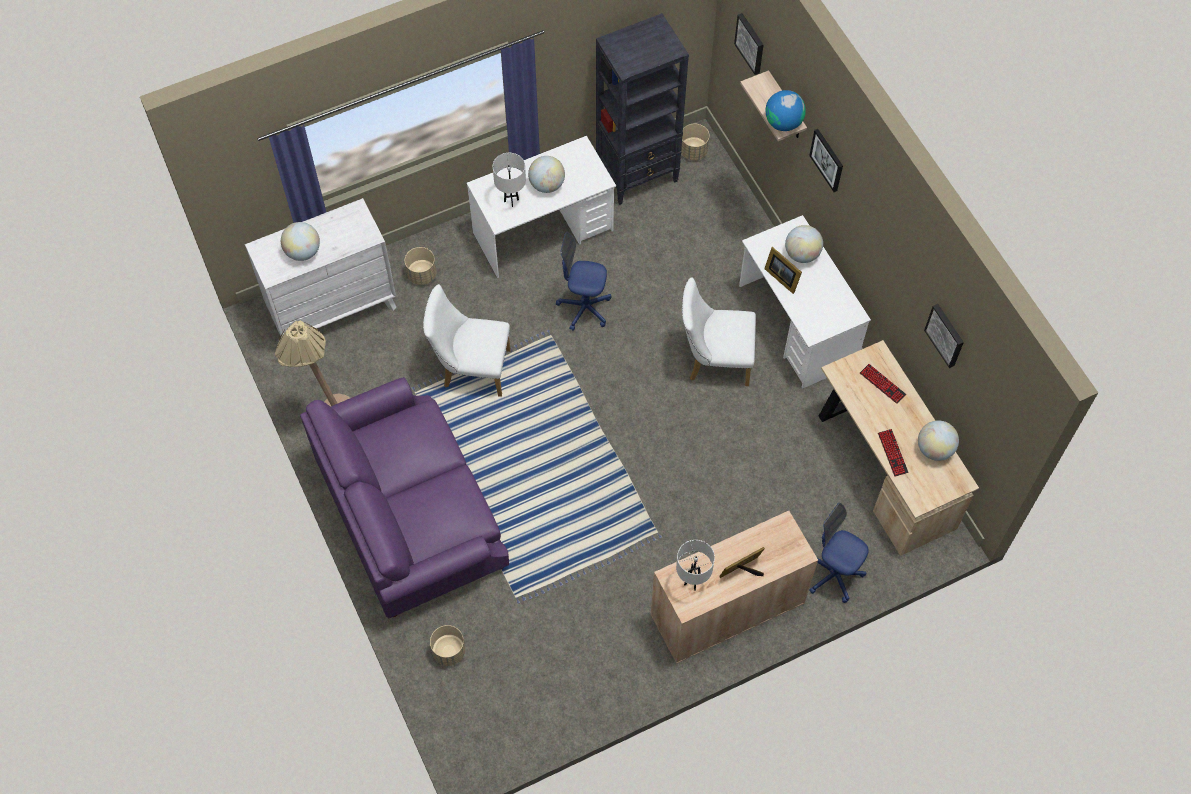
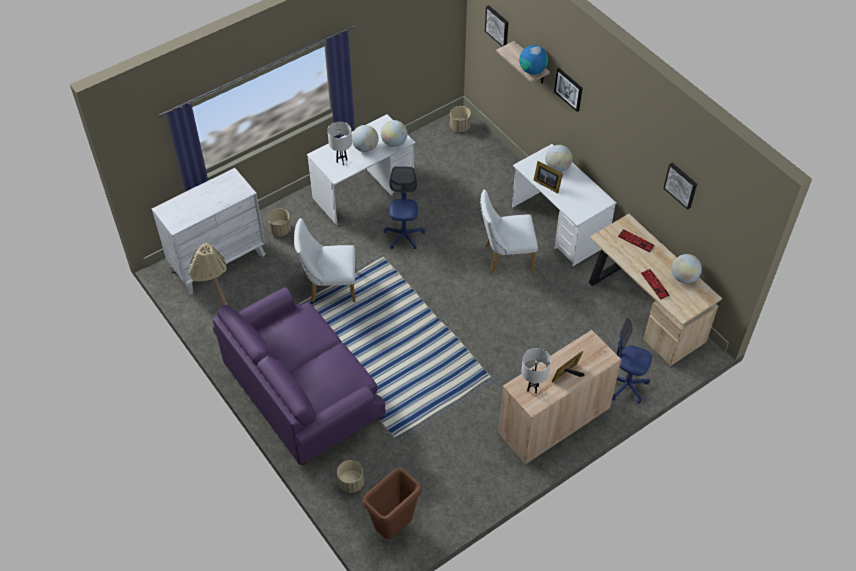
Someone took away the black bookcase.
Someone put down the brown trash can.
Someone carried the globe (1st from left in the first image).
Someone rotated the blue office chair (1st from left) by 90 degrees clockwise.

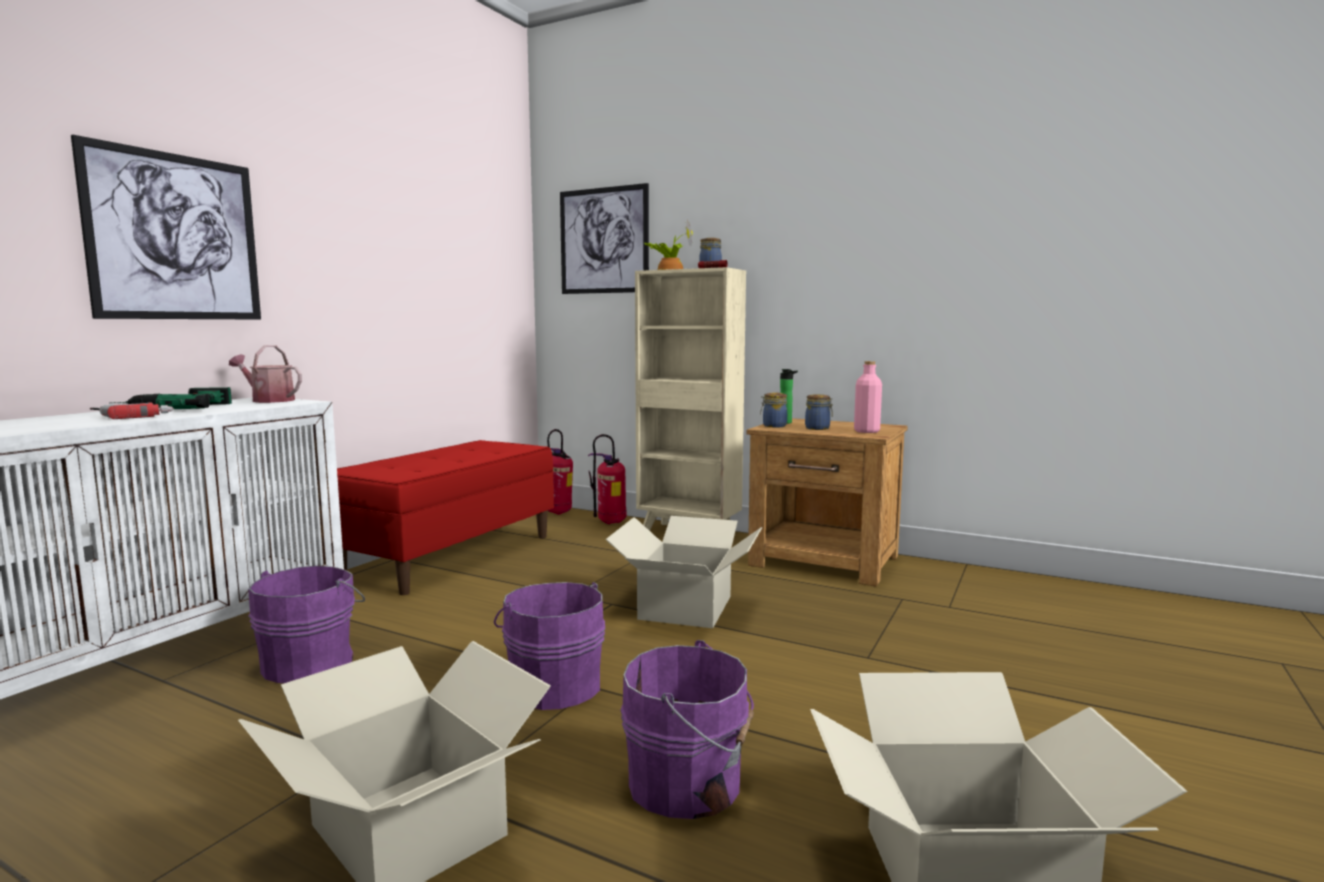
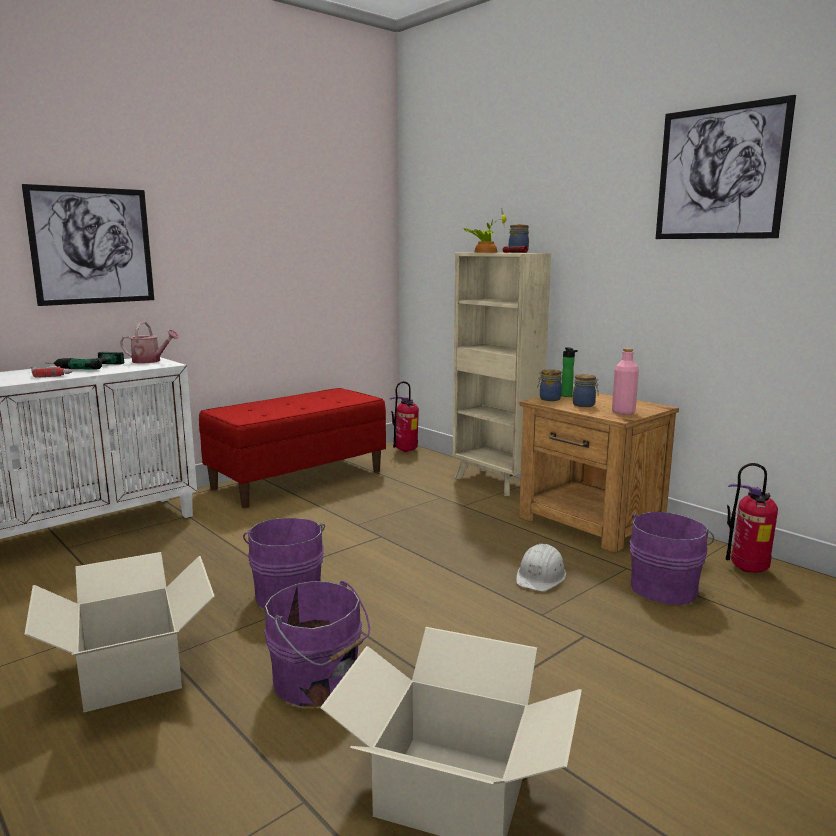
Someone took away the cardboard box (2nd from left).
Someone put down the white hard hat.
Someone carried the purple bucket (1st from left in the first image).
Someone carried the picture (2nd from left).
Someone carried the fire extinguisher (2nd from left).
Someone rotated the watering can by 150 degrees clockwise.

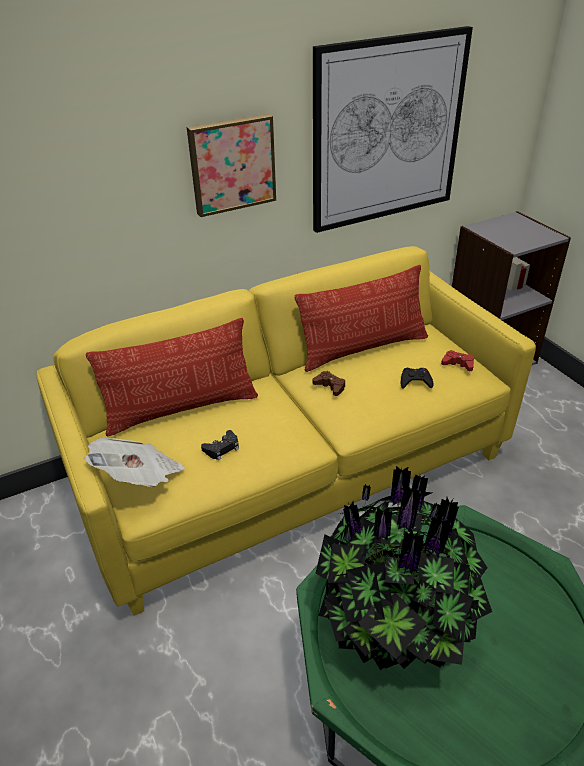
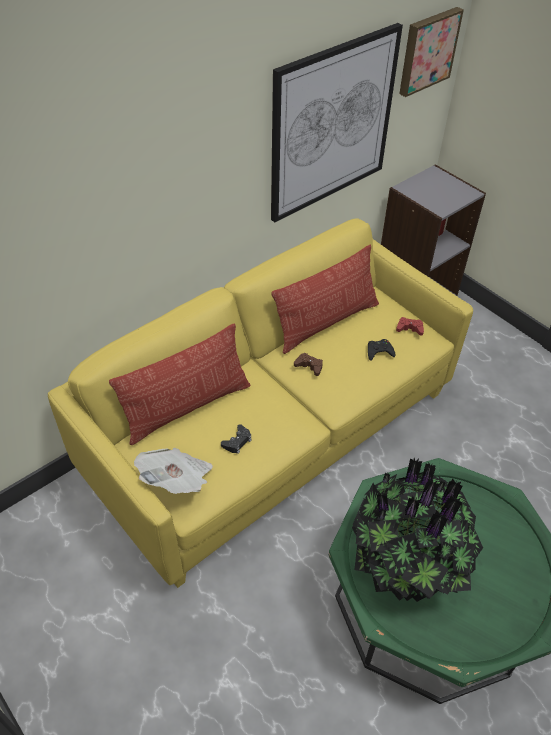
Someone carried the picture (1st from left in the first image).

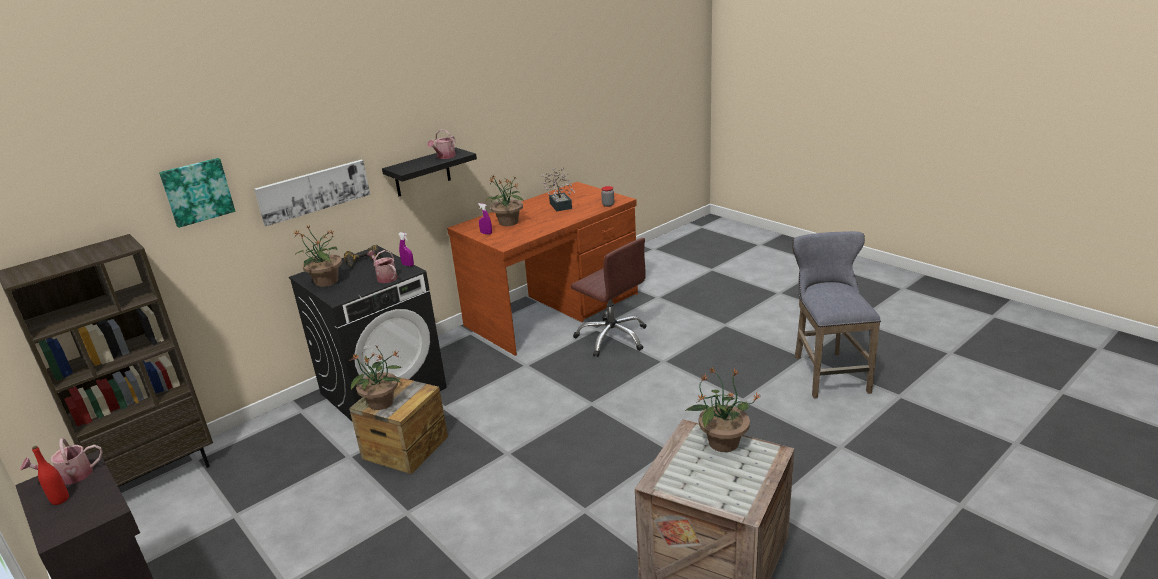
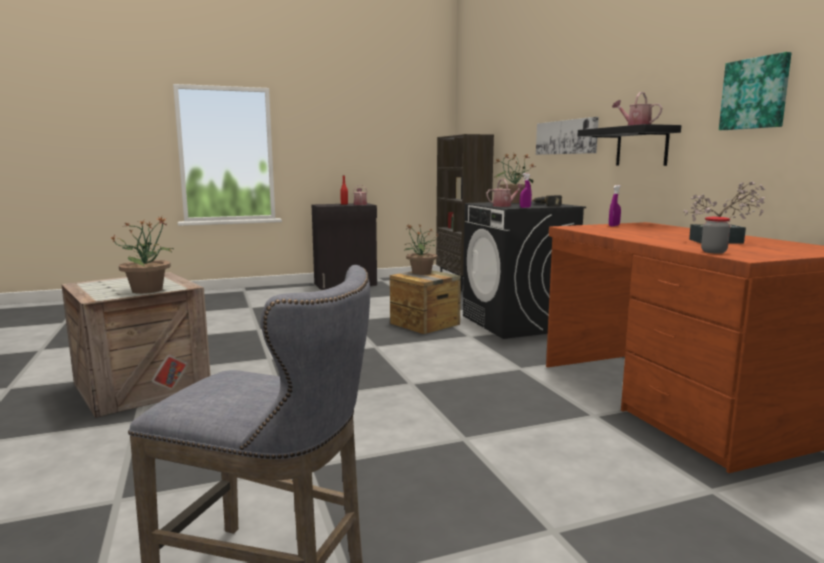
Someone took away the potted plant (3rd from left).
Someone took away the brown office chair.
Someone carried the picture (1st from left in the first image).

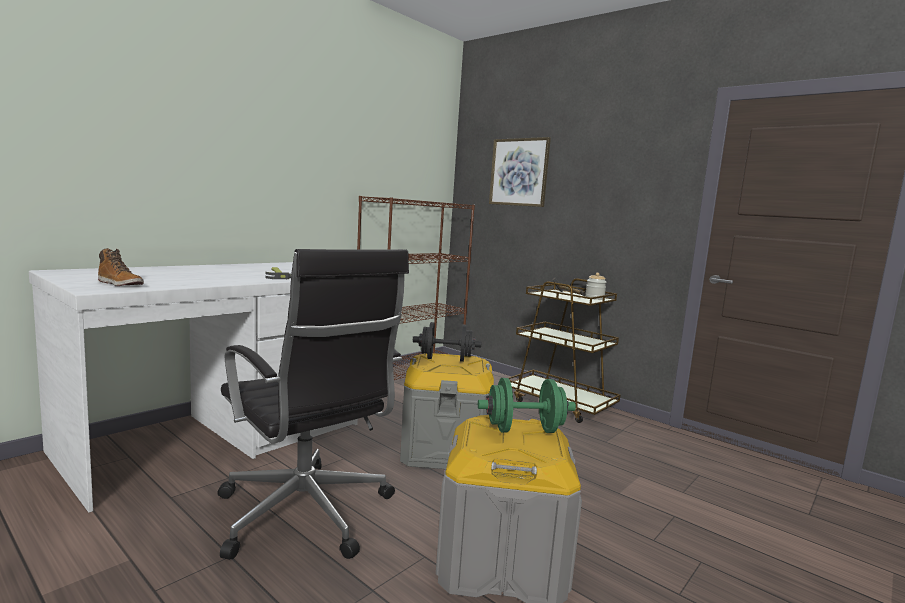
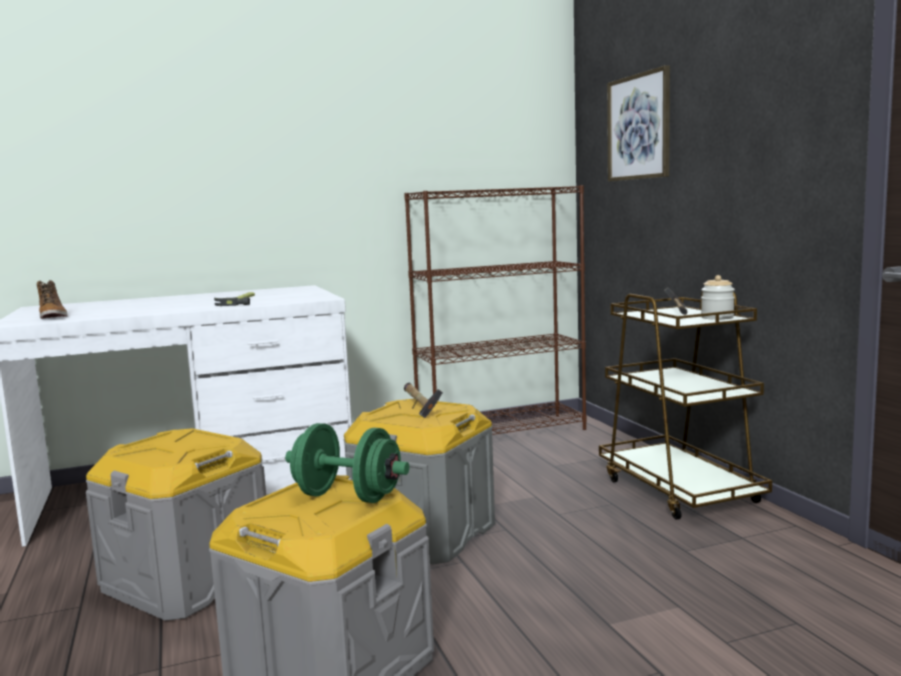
Someone swapped the black office chair for the grey storage box (1st from left).
Someone swapped the black dumbbell for the hammer (2nd from left).

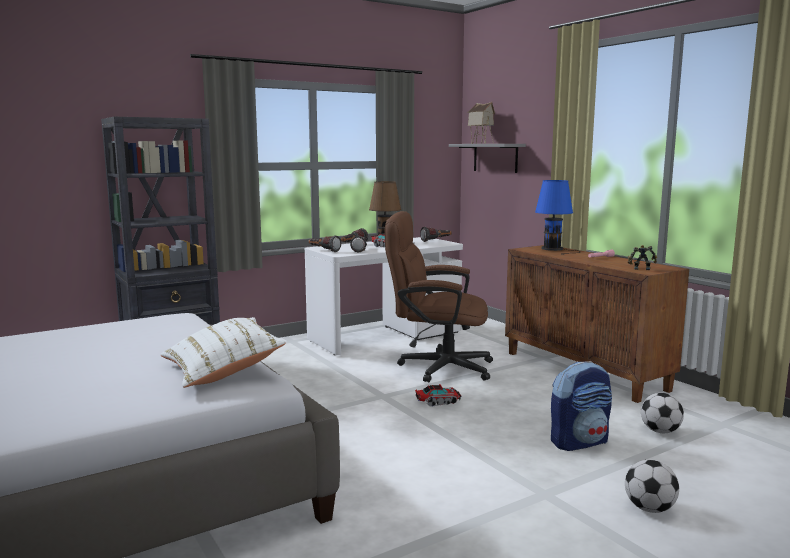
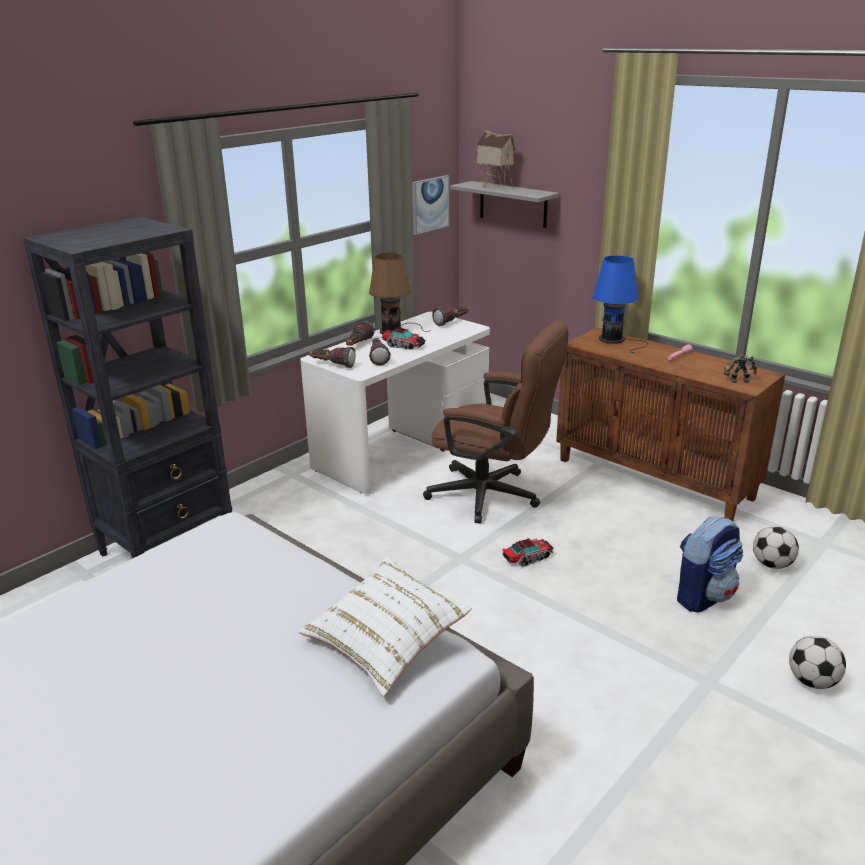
Someone put up the picture.
Someone rotated the brown office chair by 150 degrees counterclockwise.

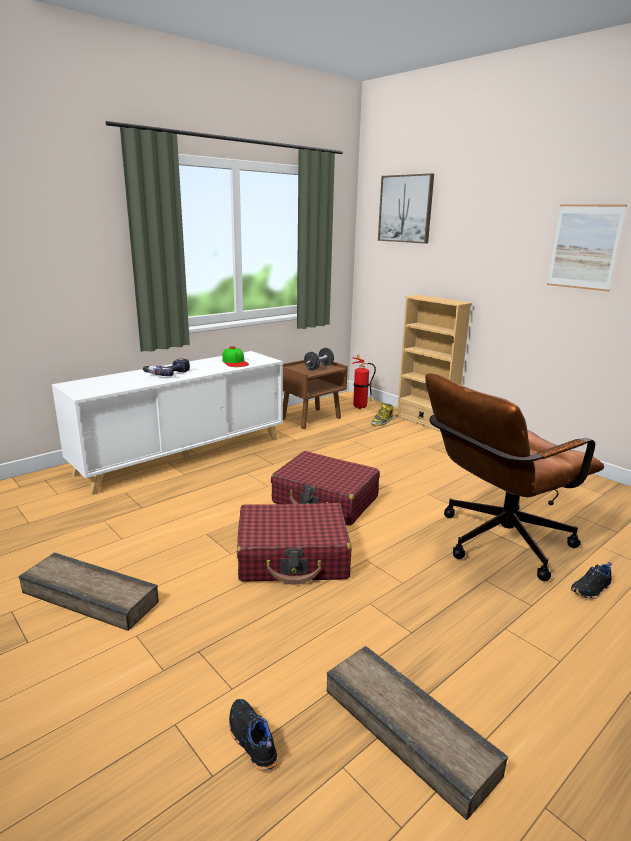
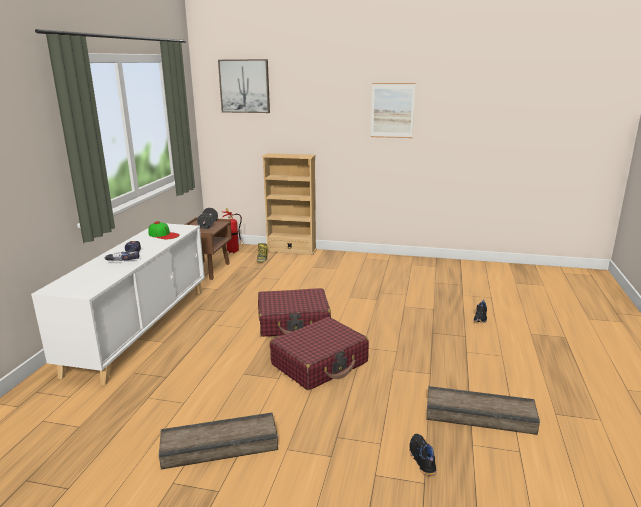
Someone took away the brown office chair.
Someone rotated the black shoe (1st from left) by 60 degrees clockwise.

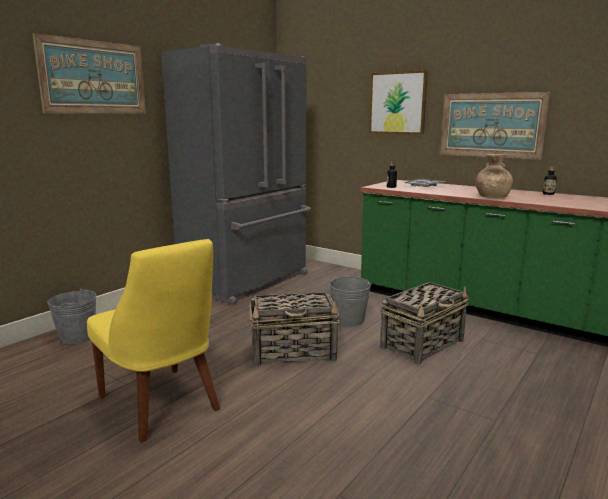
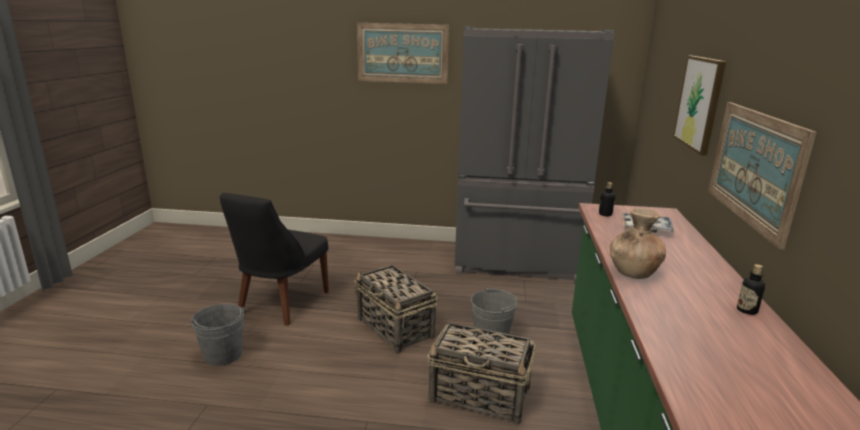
Someone carried the grey bucket (1st from left).
Someone repainted the yellow chair, which became the black chair.

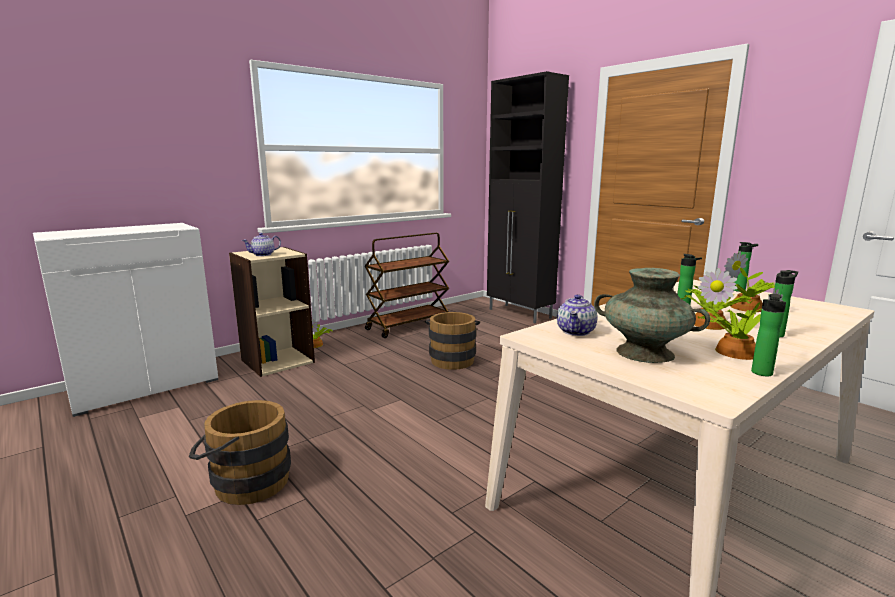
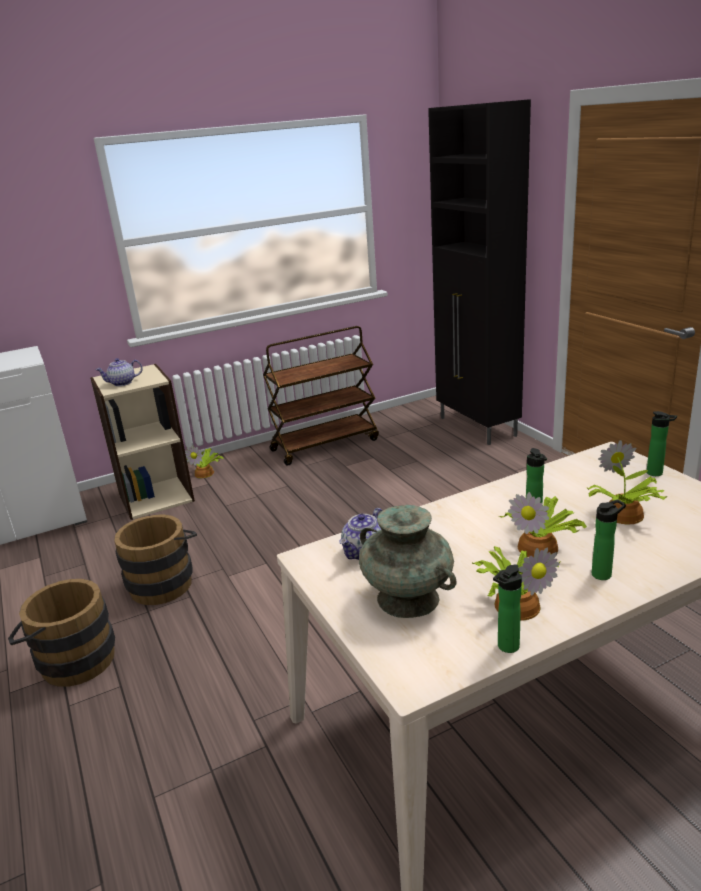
Someone carried the brown bucket (2nd from left).

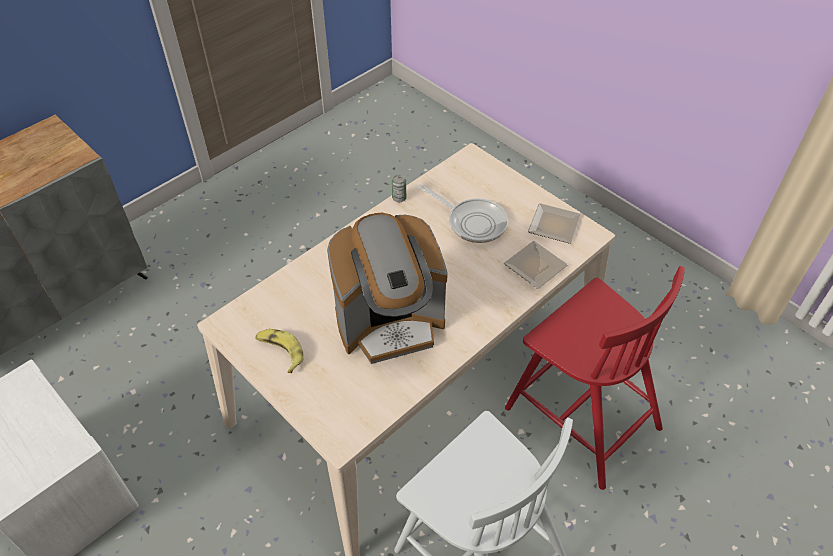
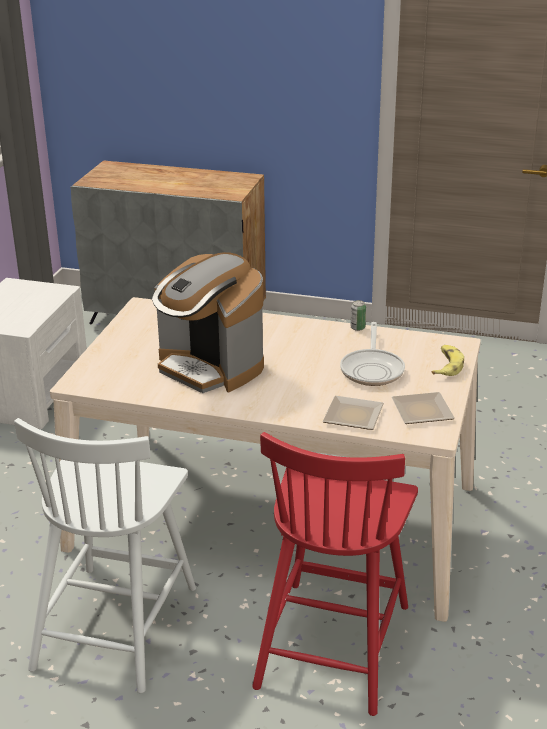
Someone carried the banana.

